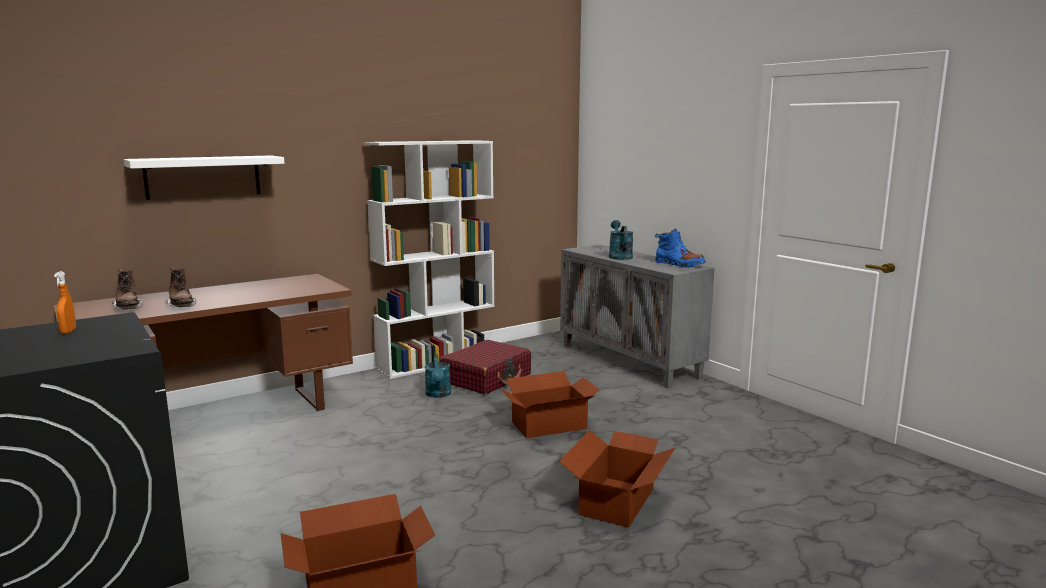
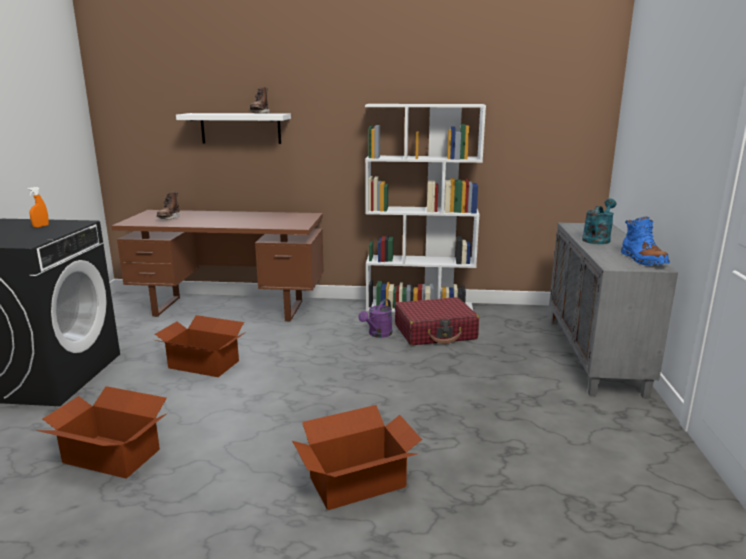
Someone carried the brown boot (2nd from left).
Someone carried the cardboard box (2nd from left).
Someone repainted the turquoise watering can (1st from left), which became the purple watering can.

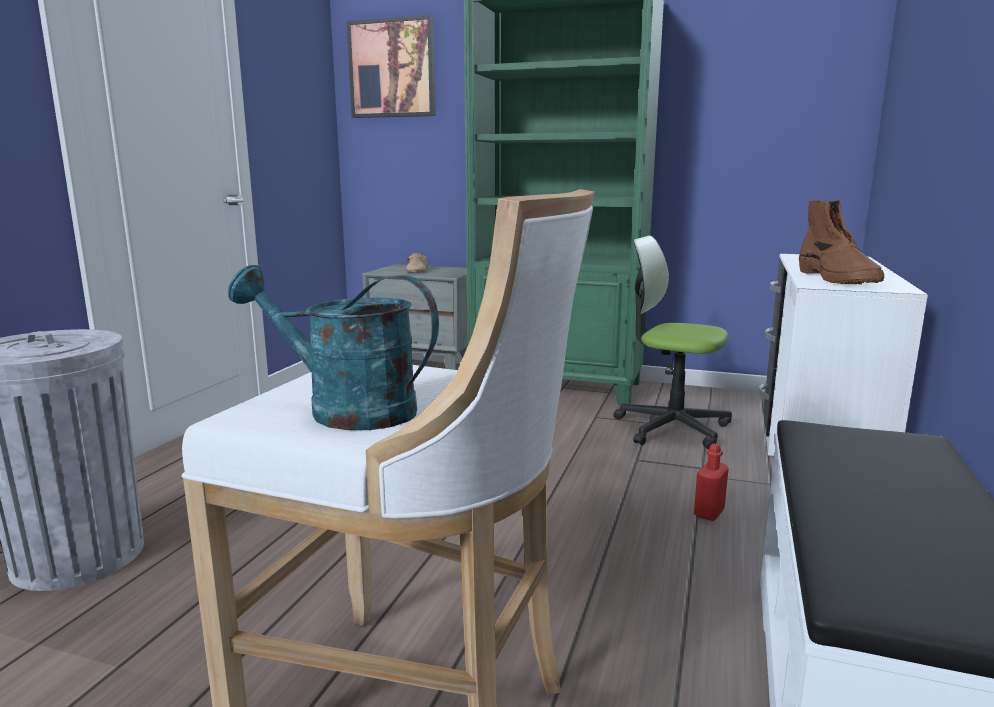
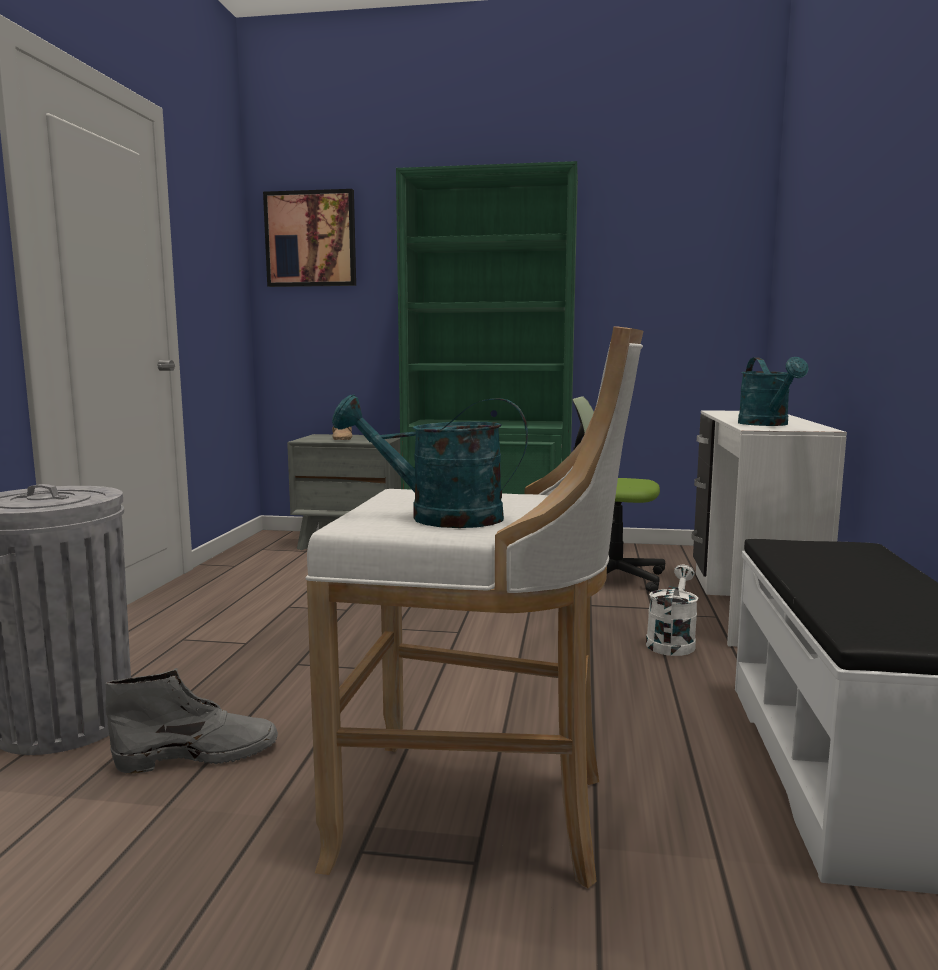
Someone put down the grey boot.
Someone swapped the red bottle for the white watering can.
Someone swapped the brown boot for the turquoise watering can (2nd from left).

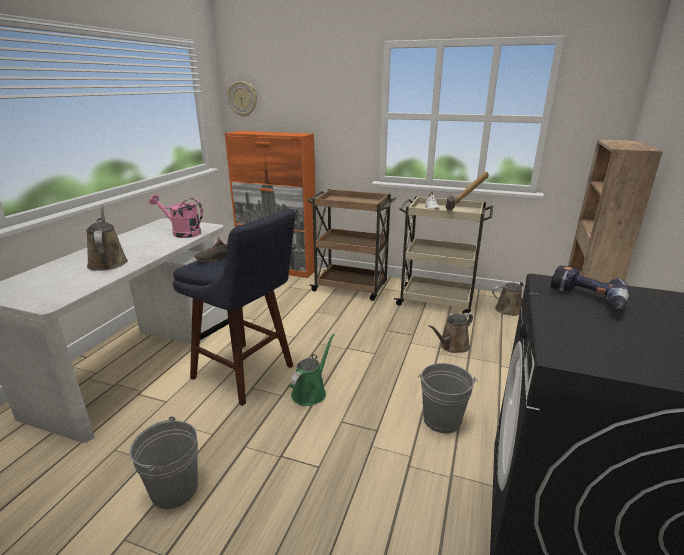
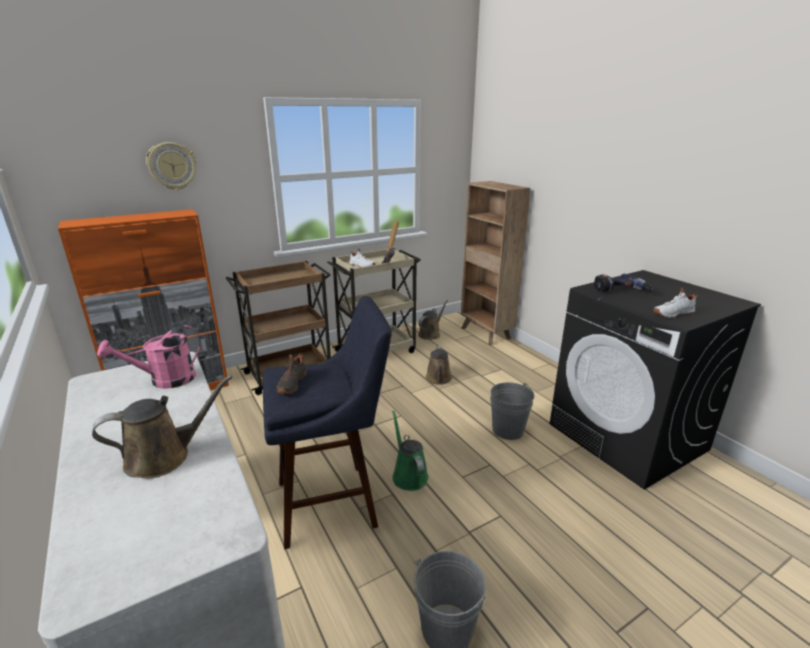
Someone put down the white shoe (2nd from left).
Someone carried the wall clock.
Someone rotated the brown watering can (1st from left) by 135 degrees clockwise.

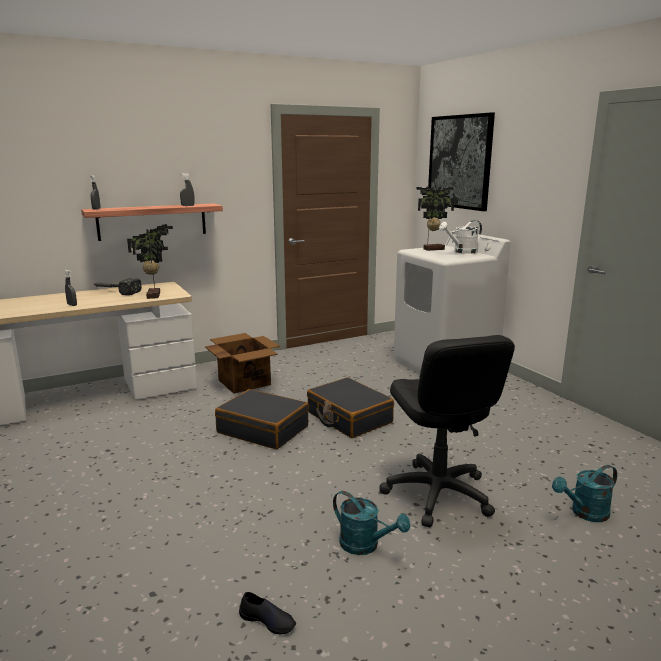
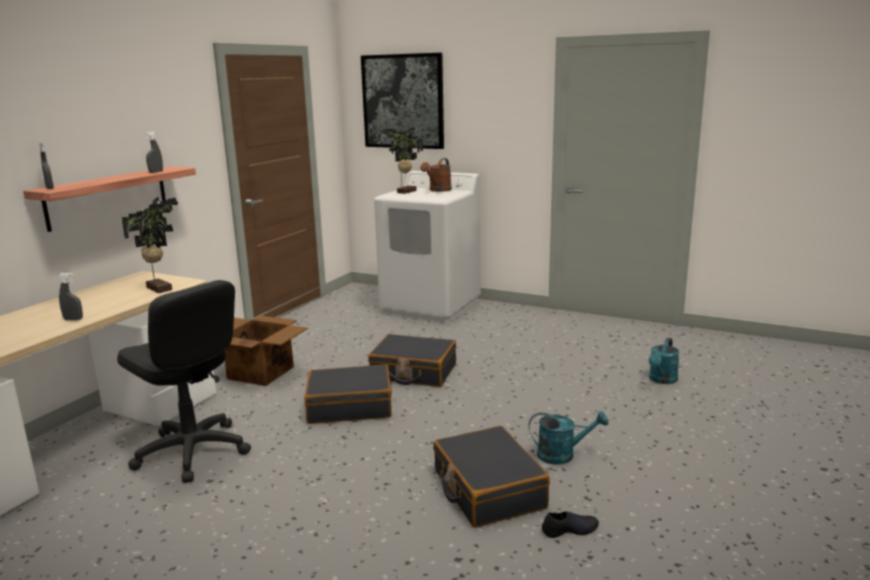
Someone took away the hammer.
Someone put down the black suitcase (3rd from left).
Someone carried the black office chair.
Someone repainted the white watering can, which became the brown watering can.

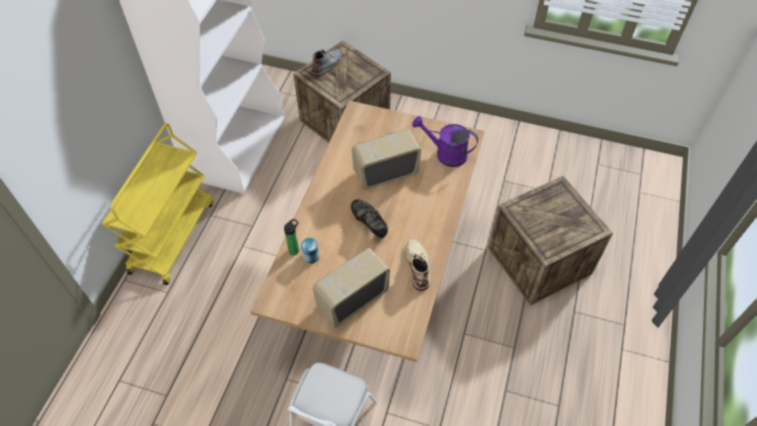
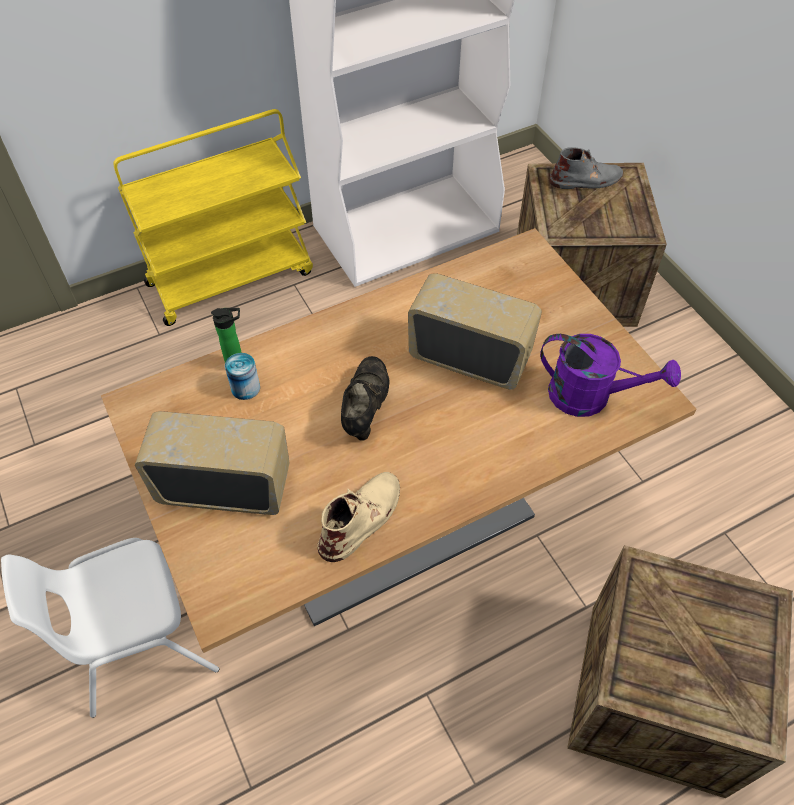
Someone rotated the purple watering can by 135 degrees clockwise.

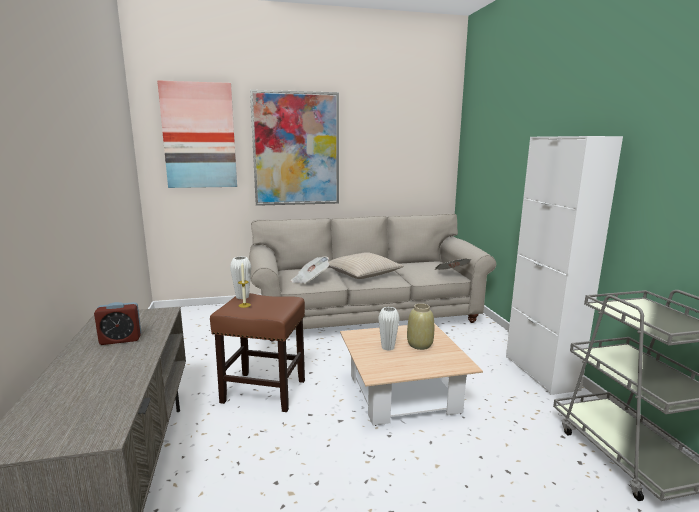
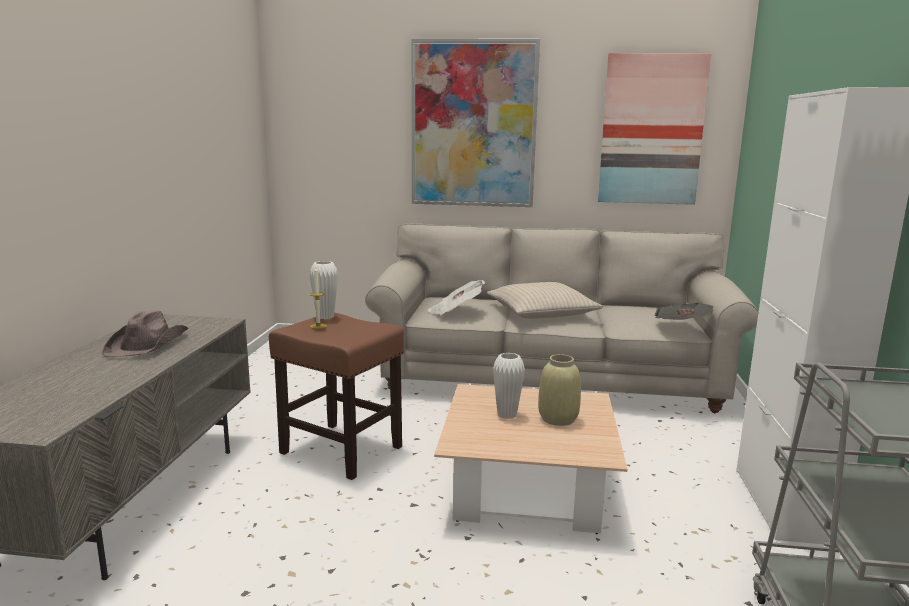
Someone carried the picture (1st from left in the first image).
Someone swapped the alarm clock for the brown hat.

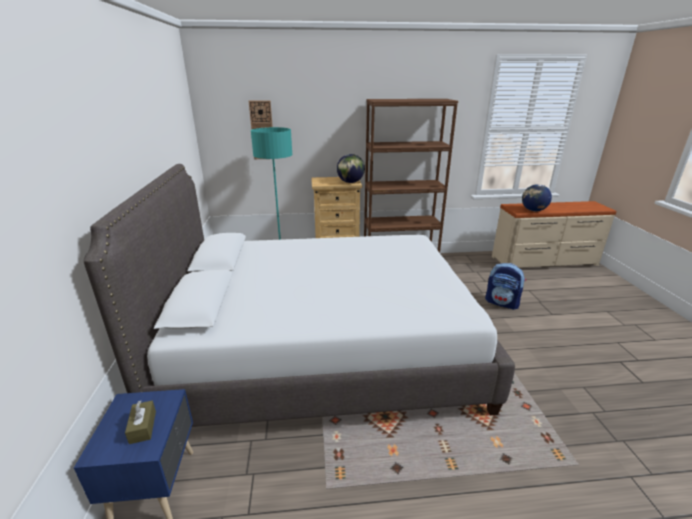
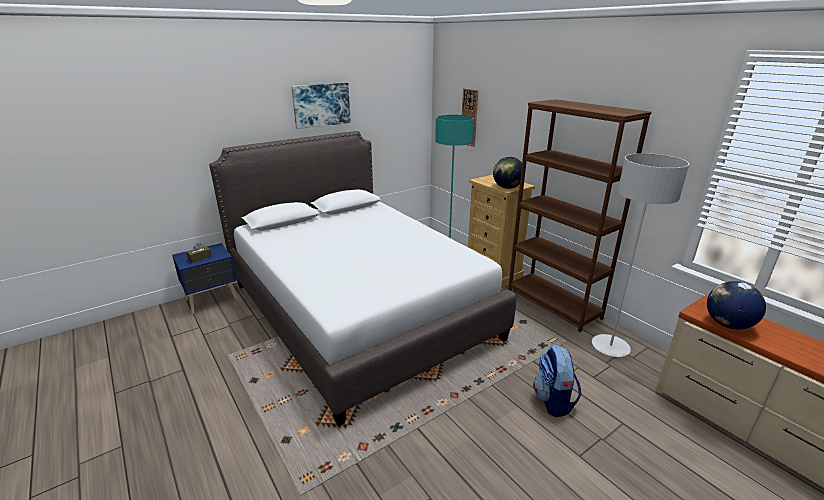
Someone put up the picture.
Someone put down the grey floor lamp.

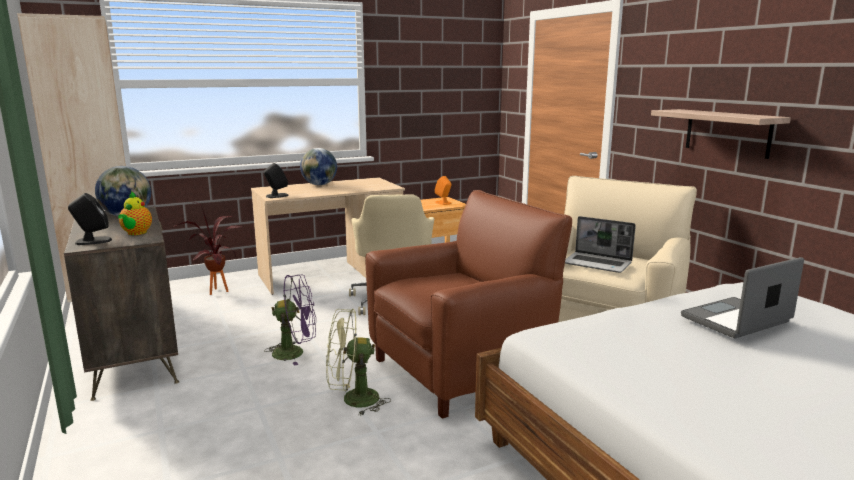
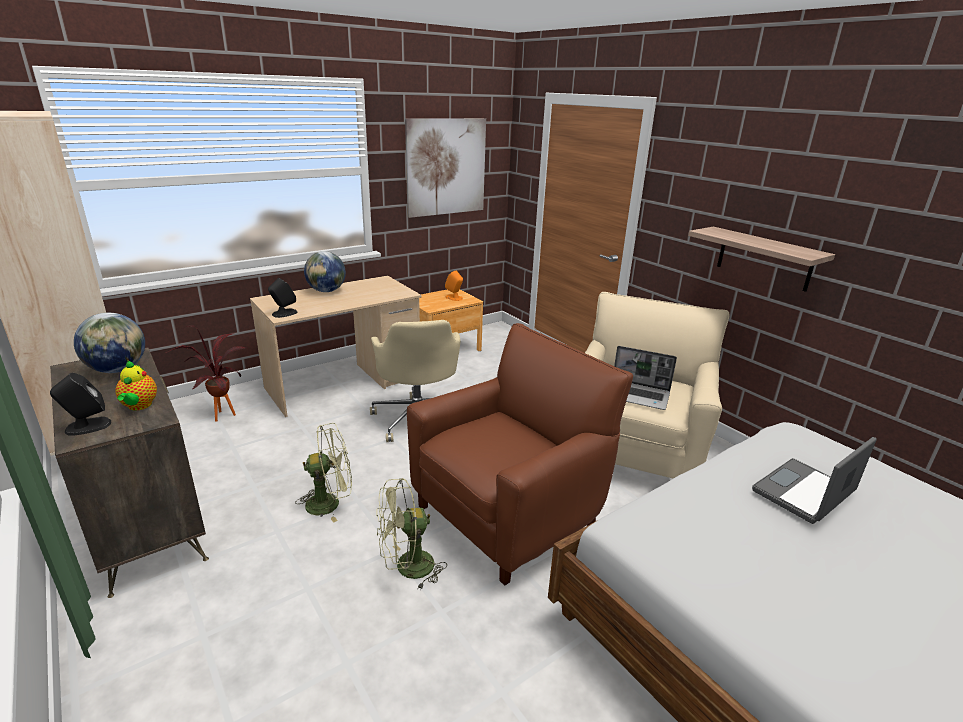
Someone put up the picture.
Someone repainted the purple fan, which became the green fan (1st from left).

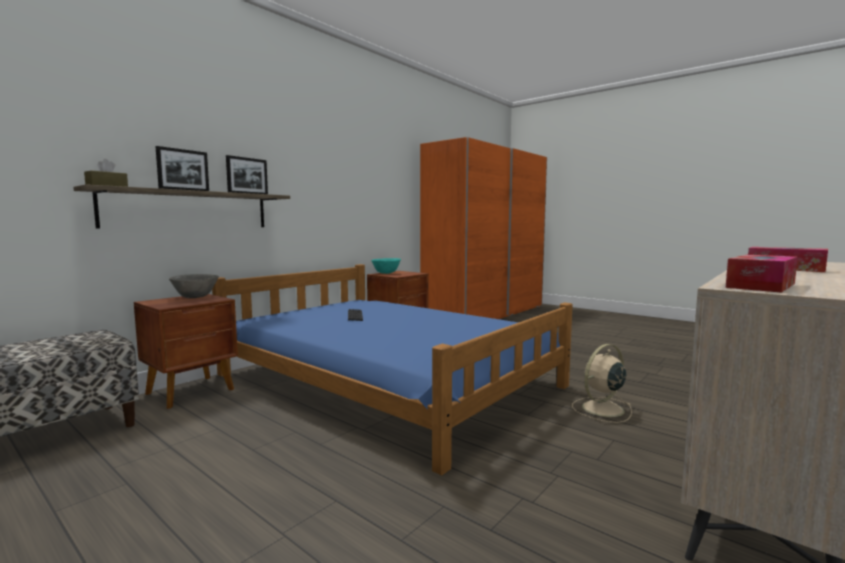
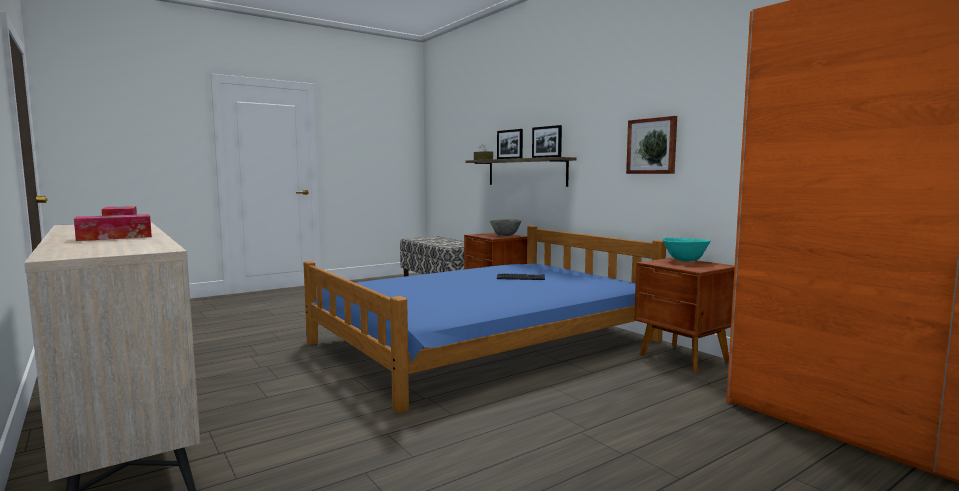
Someone took away the beige fan.
Someone put up the picture.

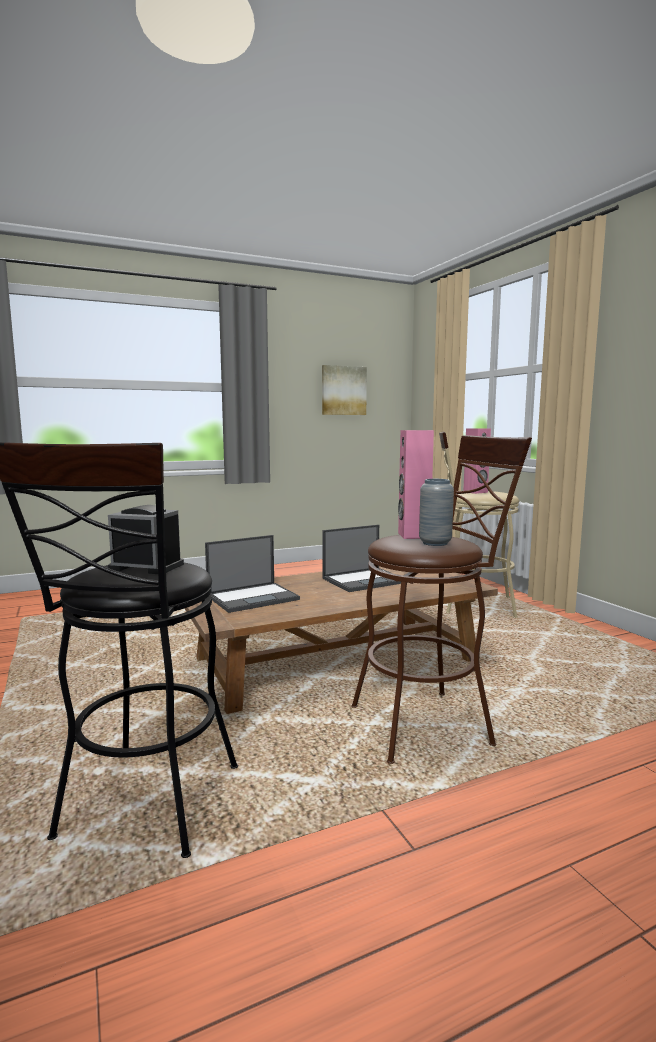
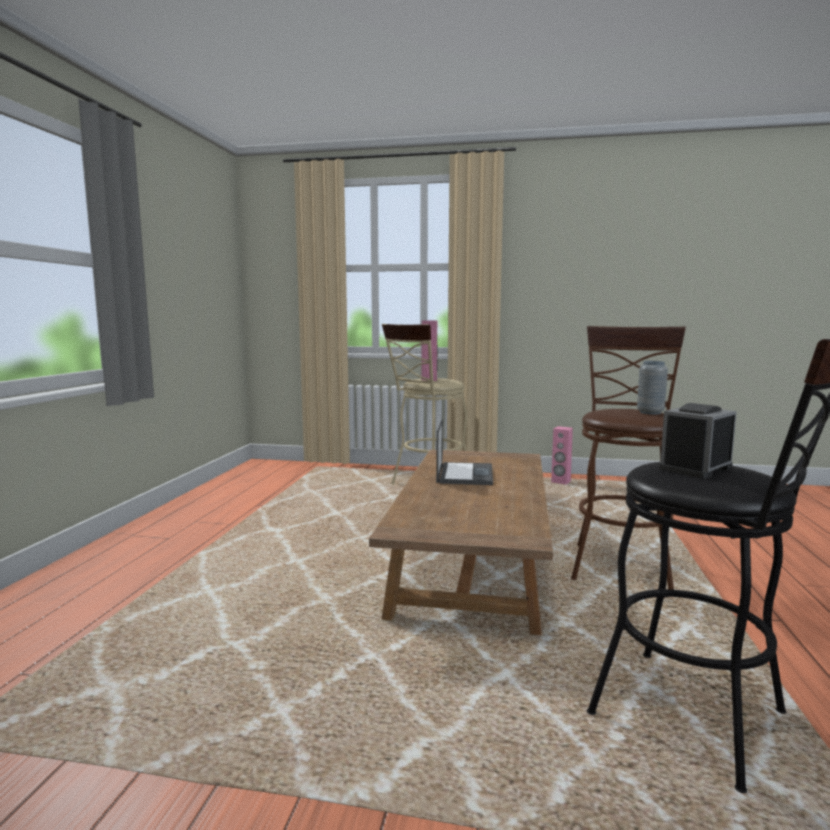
Someone took away the laptop (1st from left).
Someone took away the picture.
Someone carried the pink speaker (1st from left in the first image).

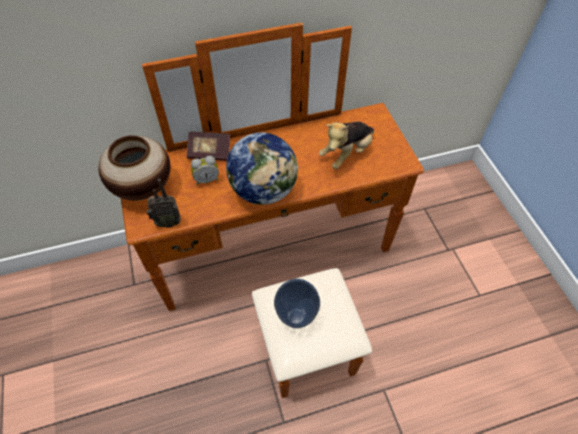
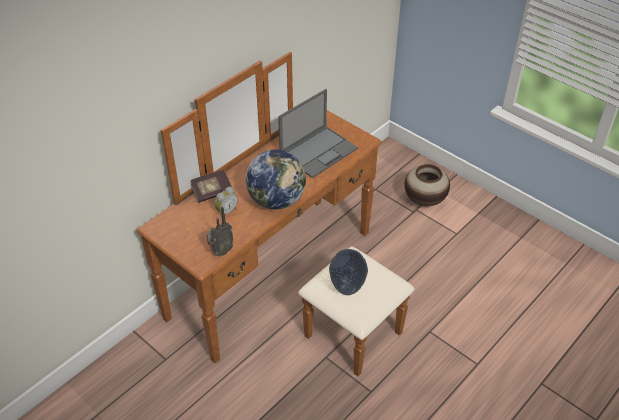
Someone carried the vase (1st from left in the first image).
Someone swapped the plush toy for the laptop.

